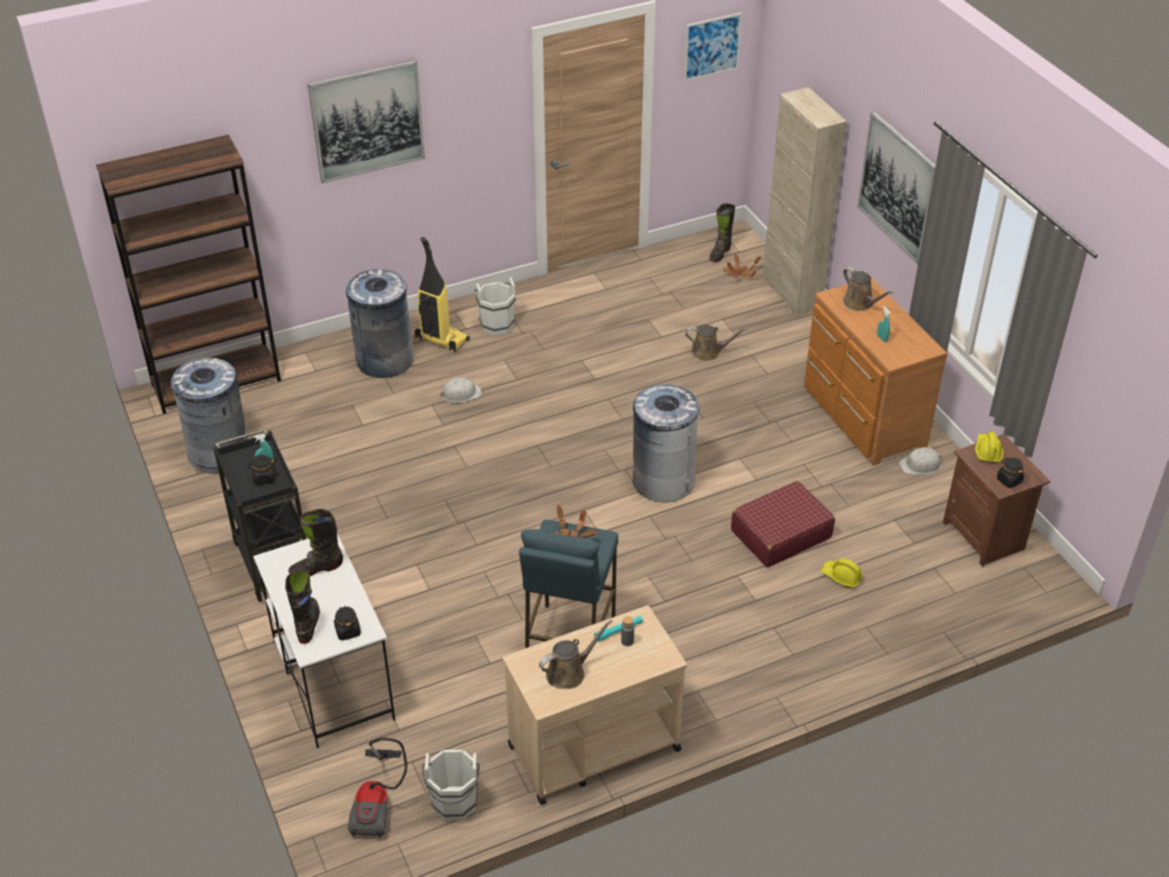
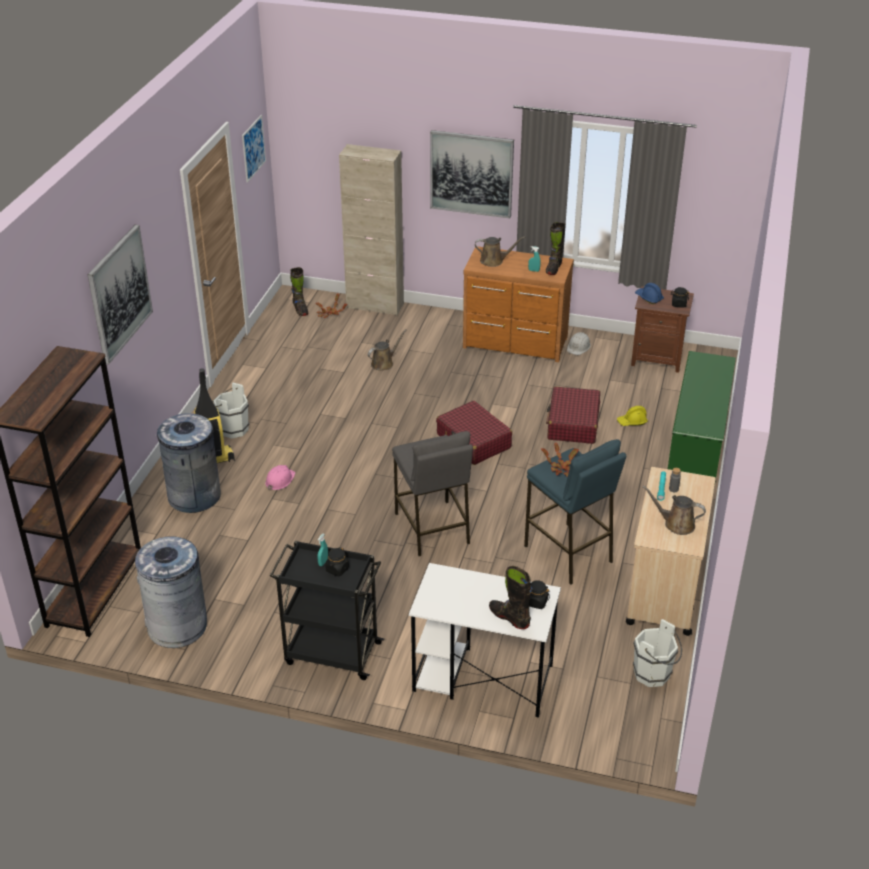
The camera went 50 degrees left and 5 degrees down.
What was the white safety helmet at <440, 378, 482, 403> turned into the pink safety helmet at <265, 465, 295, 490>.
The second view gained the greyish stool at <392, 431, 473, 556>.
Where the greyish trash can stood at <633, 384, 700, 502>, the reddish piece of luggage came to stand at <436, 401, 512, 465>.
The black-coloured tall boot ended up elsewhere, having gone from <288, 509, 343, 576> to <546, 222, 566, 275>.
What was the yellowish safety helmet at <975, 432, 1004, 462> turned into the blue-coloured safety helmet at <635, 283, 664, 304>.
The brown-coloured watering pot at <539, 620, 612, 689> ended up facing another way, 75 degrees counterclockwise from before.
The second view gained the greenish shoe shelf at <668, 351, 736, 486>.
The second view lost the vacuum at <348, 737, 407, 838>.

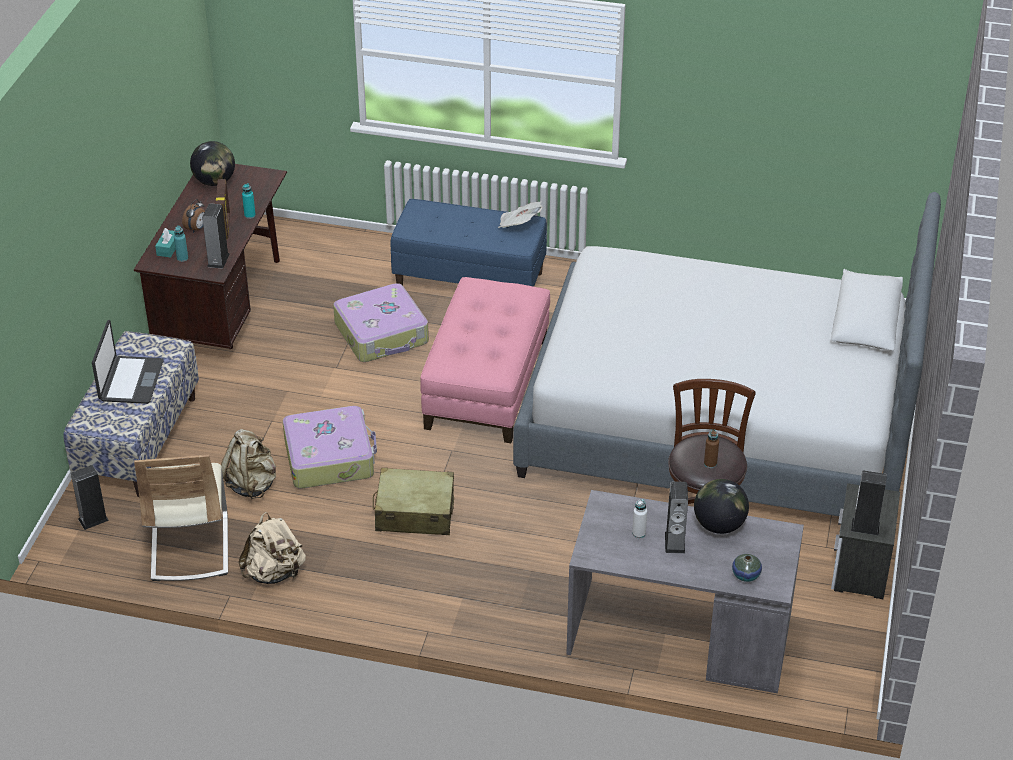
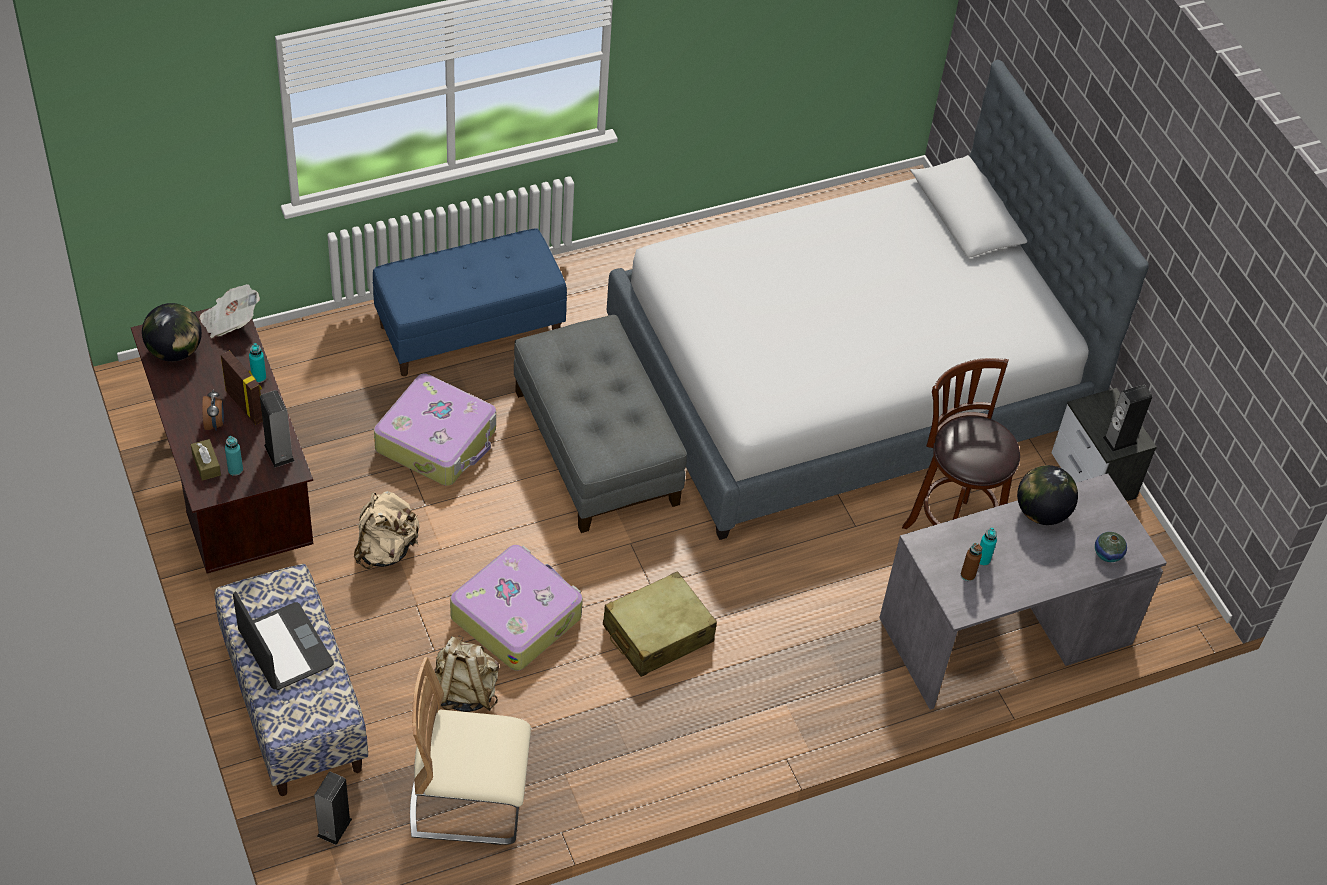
The camera went 40 degrees left and 10 degrees up.
What was the turquoise-coloured tissue box at <155, 228, 175, 258> turned into the brown-coloured tissue box at <191, 439, 221, 481>.
The printed paper ended up elsewhere, having gone from <498, 202, 542, 228> to <199, 284, 260, 338>.
The beige-coloured knapsack ended up elsewhere, having gone from <238, 512, 306, 584> to <354, 491, 419, 569>.
The beige-coloured chair at <134, 455, 228, 581> ended up facing another way, 135 degrees clockwise from before.
What was the pink ottoman at <420, 277, 550, 443> turned into the greyish ottoman at <514, 315, 687, 533>.
The brown-coloured bottle ended up elsewhere, having gone from <704, 429, 719, 468> to <961, 543, 982, 581>.
What was the white bottle at <632, 499, 647, 538> turned into the turquoise-coloured bottle at <979, 528, 997, 566>.
The second view lost the loudspeaker at <665, 481, 688, 553>.

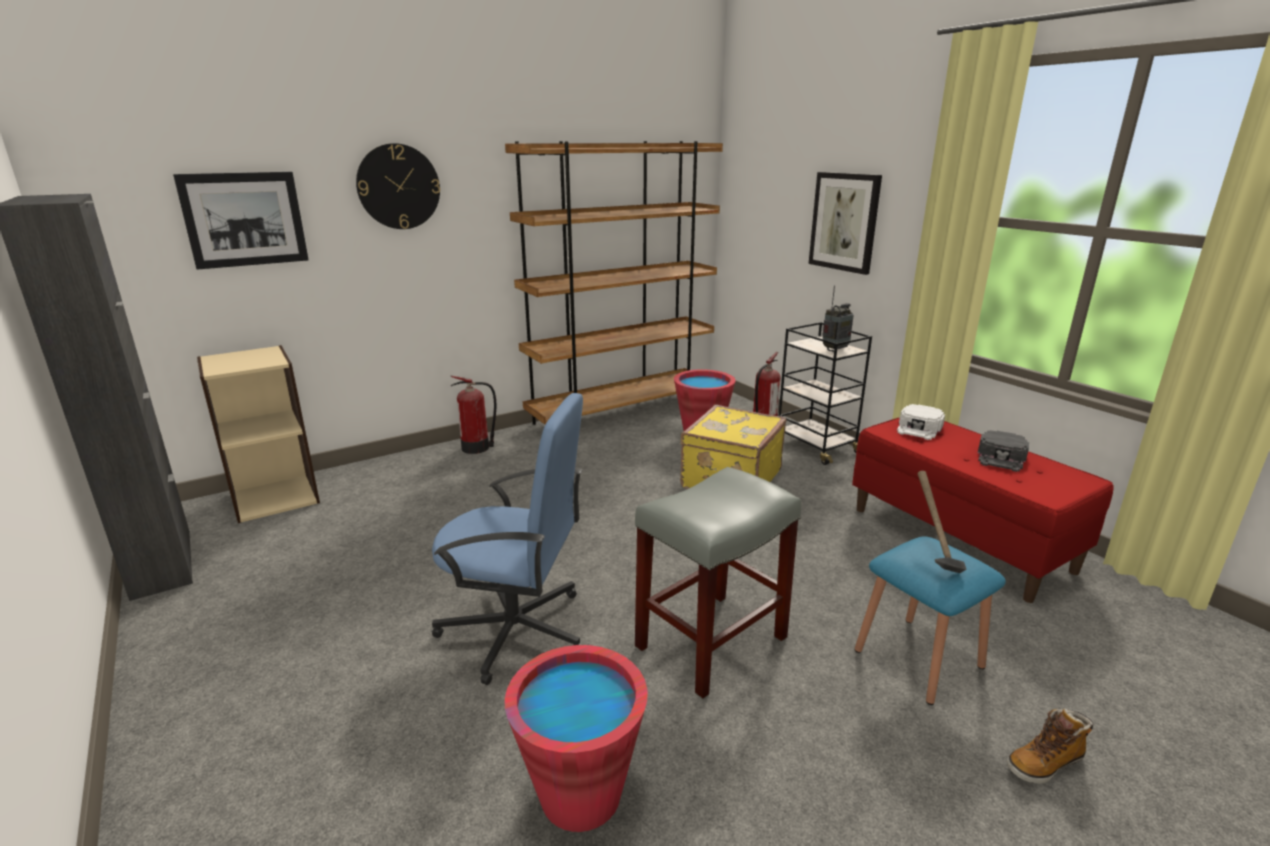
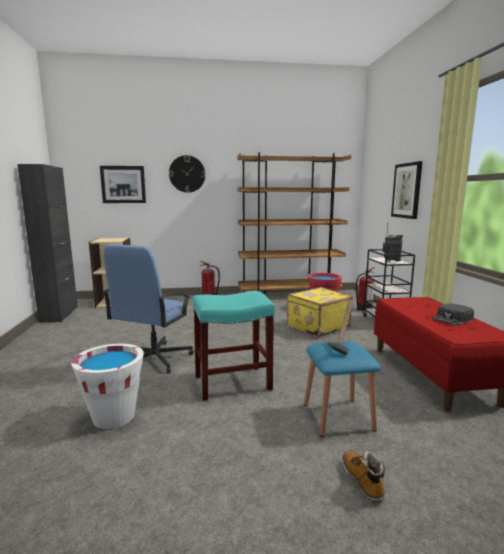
The camera went 25 degrees right and 10 degrees down.
What was the reddish bucket at <505, 645, 647, 832> turned into the white bucket at <71, 344, 144, 429>.
The blue-coloured office chair at <432, 393, 583, 685> ended up facing another way, 75 degrees clockwise from before.
What was the greyish stool at <635, 467, 801, 699> turned into the turquoise-coloured stool at <192, 291, 275, 401>.
The tall boot at <1007, 709, 1093, 783> ended up facing another way, 75 degrees clockwise from before.
The second view lost the white baseball cap at <897, 404, 945, 440>.

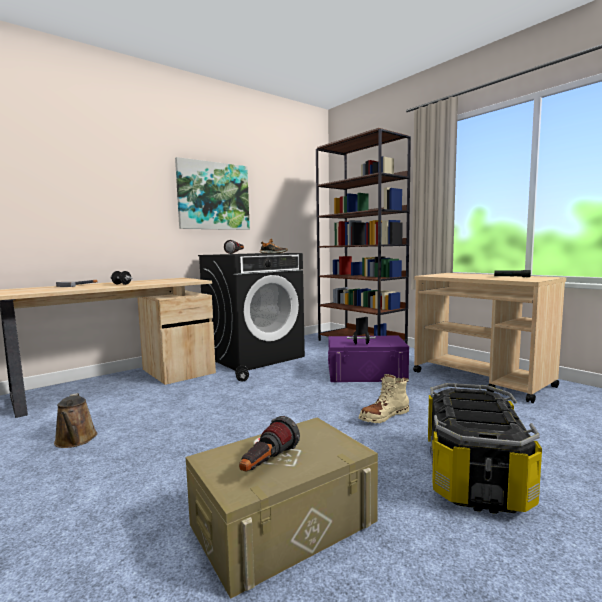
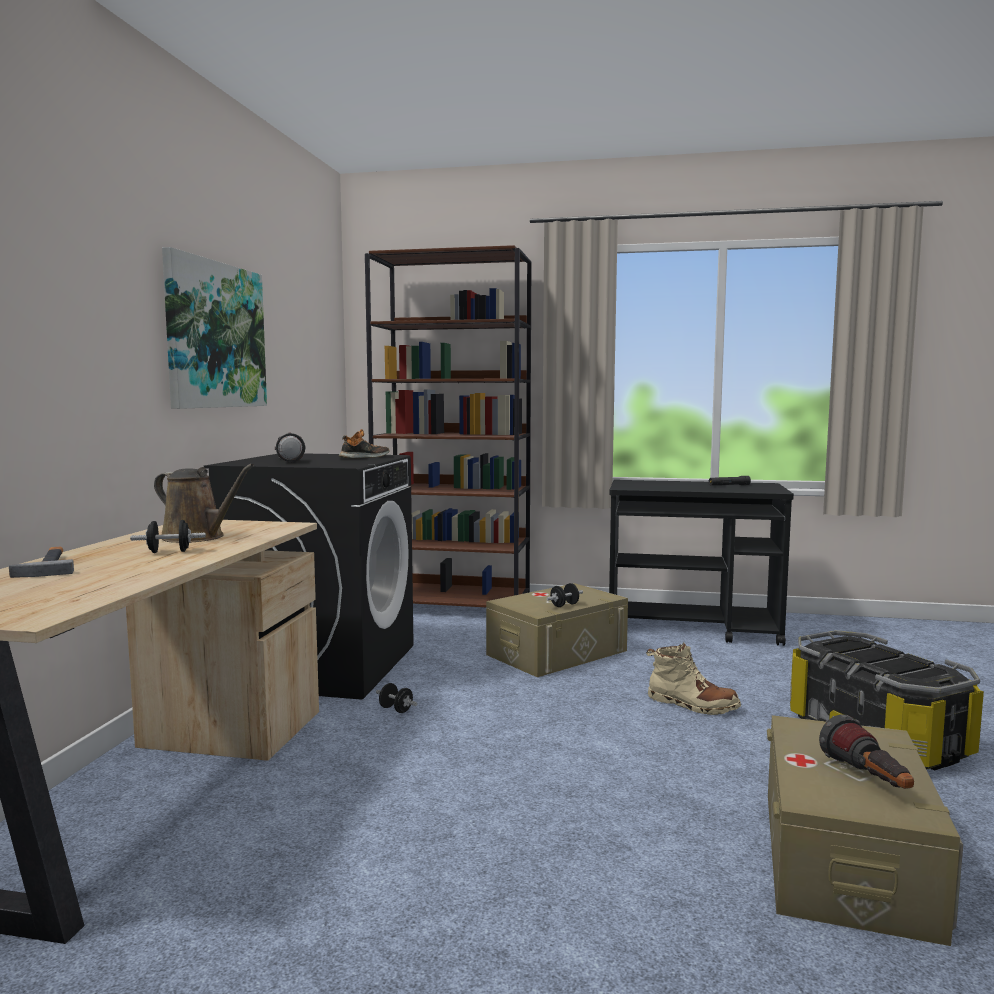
The camera went 40 degrees left and 0 degrees up.
The brown-coloured watering pot ended up elsewhere, having gone from <54, 393, 97, 448> to <154, 464, 254, 543>.
What was the purple storage bin at <328, 335, 409, 382> turned into the beige-coloured storage bin at <486, 583, 628, 677>.
What was the beige-coloured cart at <413, 273, 566, 403> turned into the black-coloured cart at <609, 480, 794, 646>.
The beige-coloured tall boot at <358, 374, 409, 424> ended up facing another way, 75 degrees counterclockwise from before.

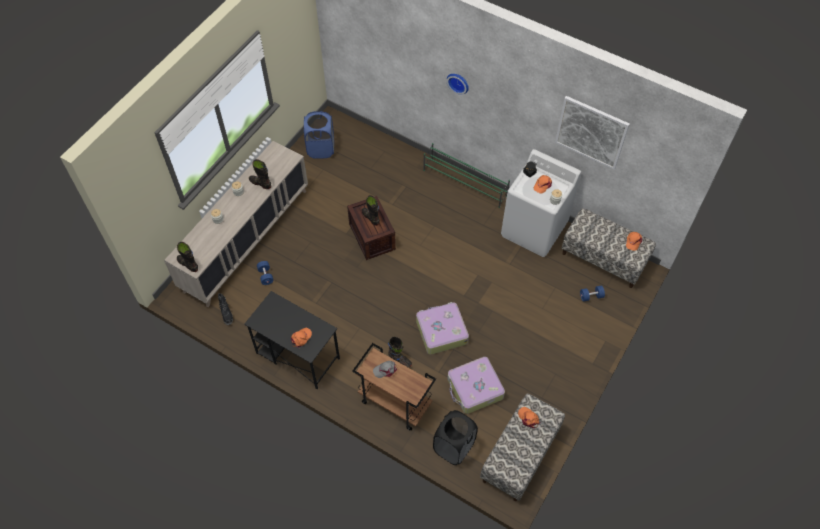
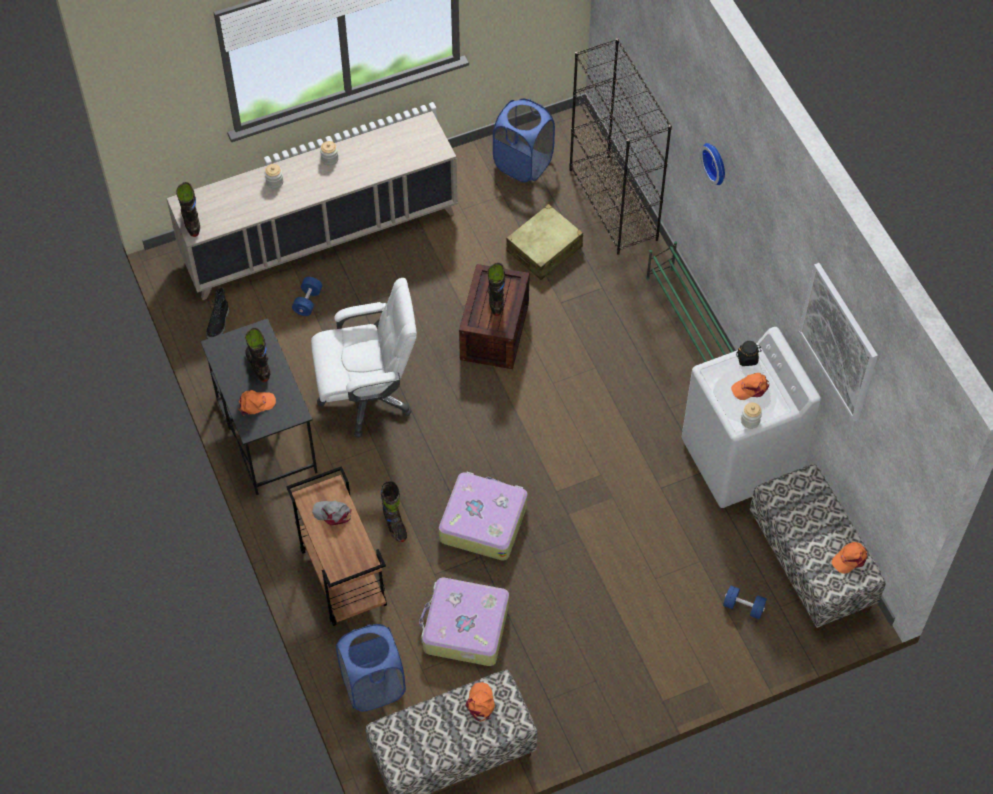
The camera went 35 degrees right and 0 degrees up.
The black-coloured tall boot ended up elsewhere, having gone from <249, 159, 271, 189> to <245, 327, 271, 382>.
The second view gained the white office chair at <311, 278, 417, 438>.
What was the black-coloured washing basket at <433, 410, 478, 465> turned into the blue-coloured washing basket at <336, 624, 406, 712>.
The second view gained the beige-coloured piece of luggage at <506, 204, 583, 280>.
The second view gained the black-coloured shelving unit at <569, 38, 672, 255>.

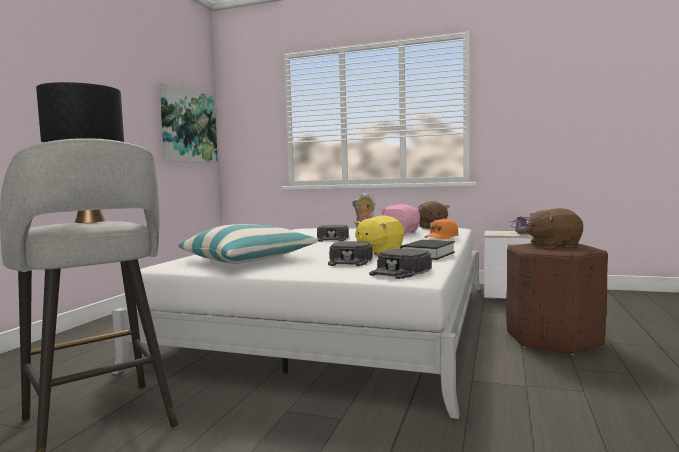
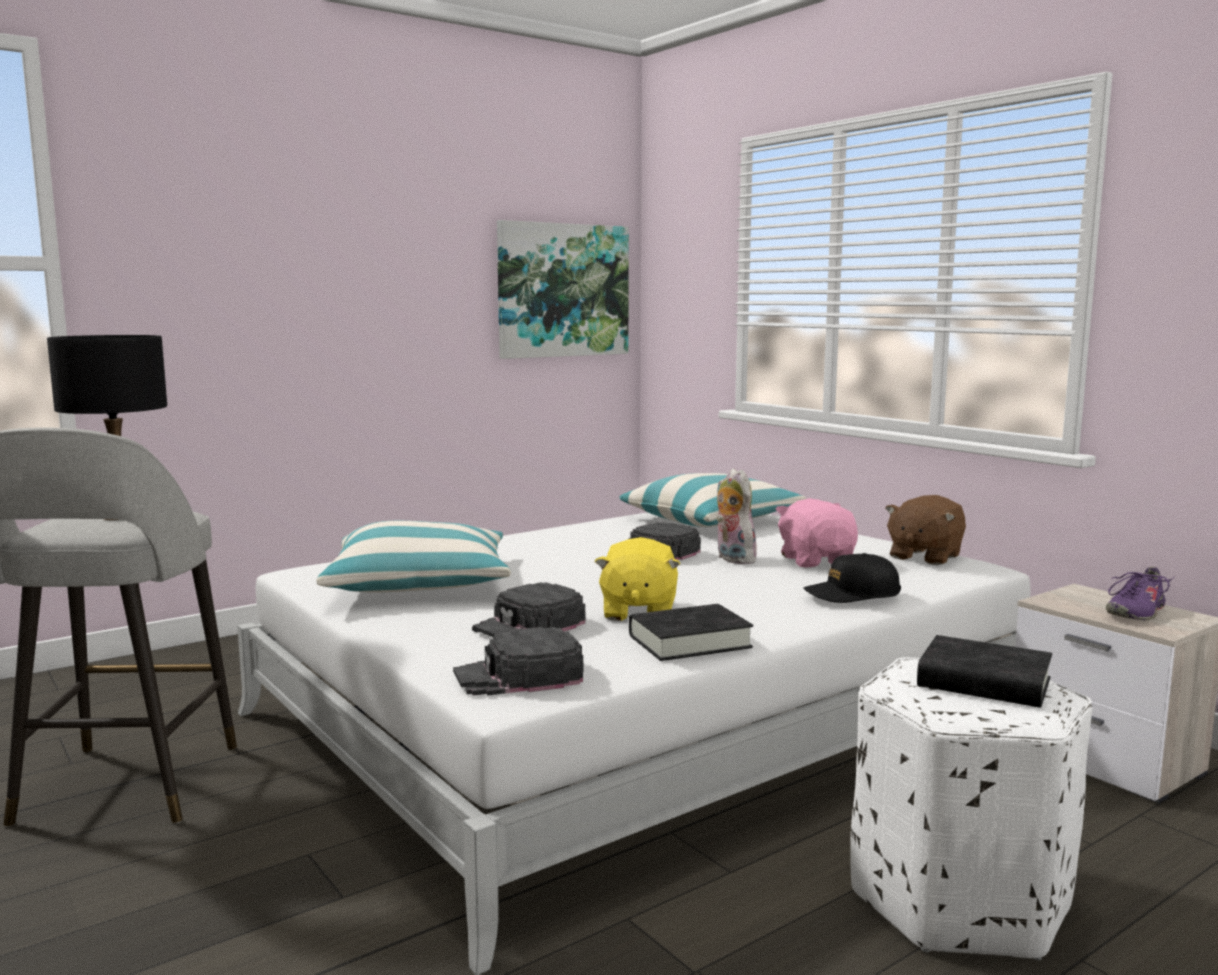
The camera went 35 degrees right and 5 degrees up.
The yellowish cuddly toy at <354, 215, 404, 255> ended up facing another way, 75 degrees counterclockwise from before.
The second view gained the throw pillow at <620, 473, 806, 527>.
What was the orange-coloured baseball cap at <424, 218, 459, 239> turned into the black-coloured baseball cap at <803, 553, 901, 603>.
What was the brown-coloured ottoman at <506, 243, 608, 355> turned into the white ottoman at <850, 657, 1092, 961>.
Where the brown-coloured cuddly toy stood at <526, 208, 583, 248>, the black-coloured volume came to stand at <917, 635, 1052, 708>.

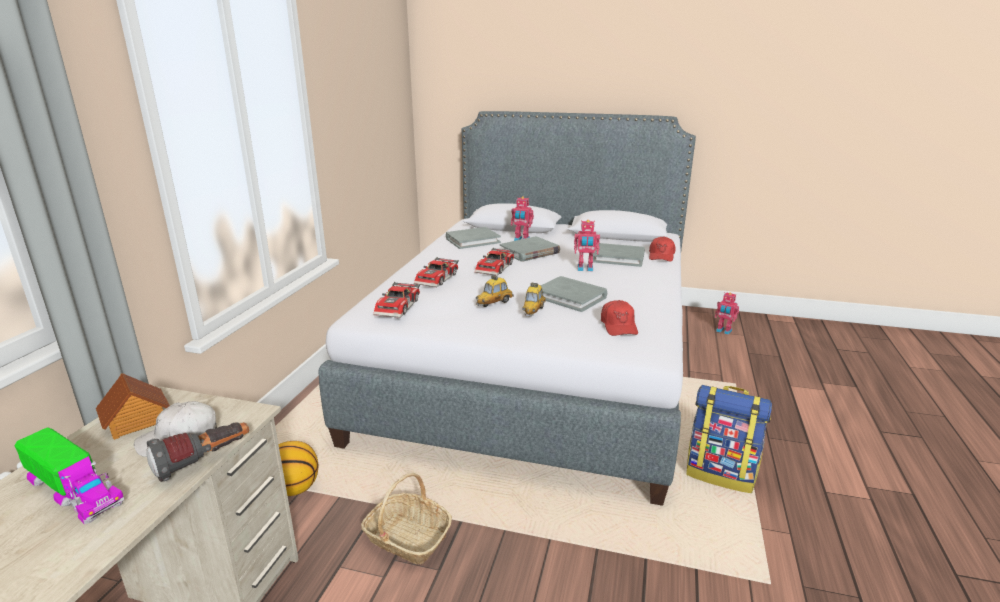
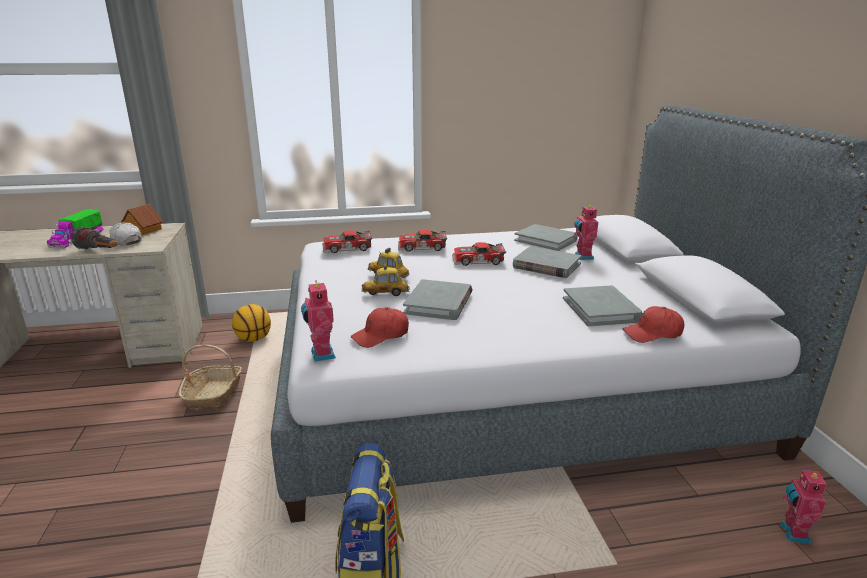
The camera went 65 degrees right and 0 degrees up.
The toy robot ended up elsewhere, having gone from <574, 220, 600, 271> to <301, 280, 336, 362>.

